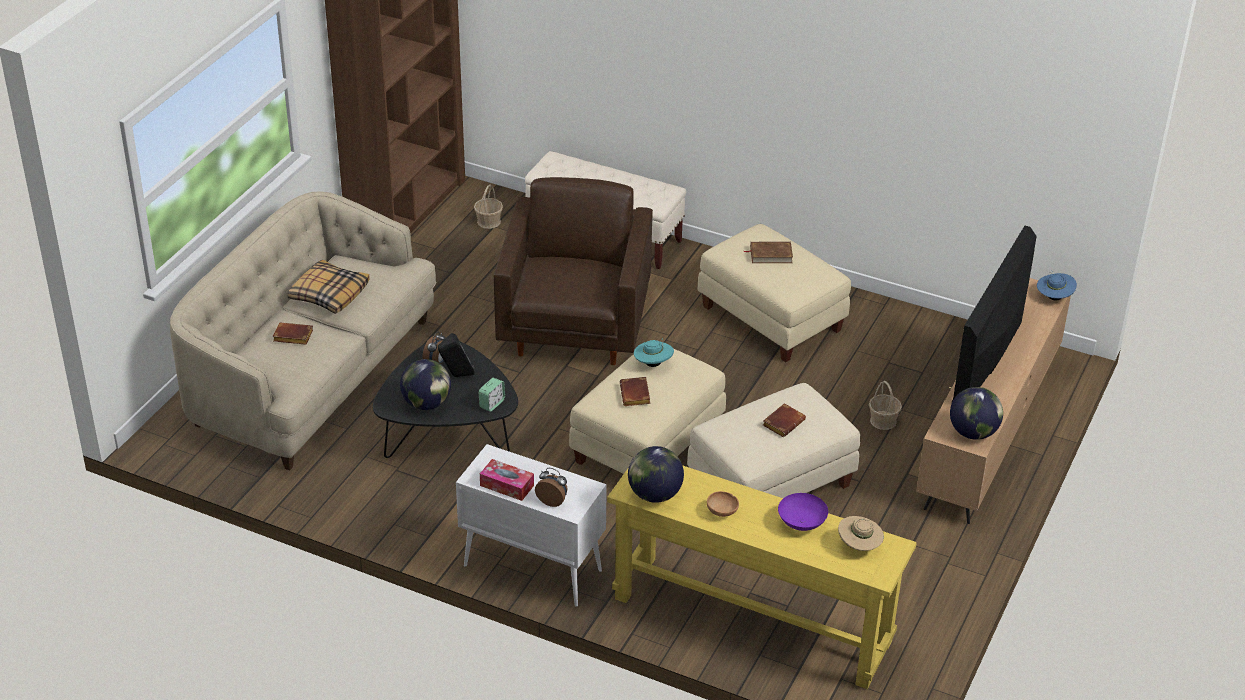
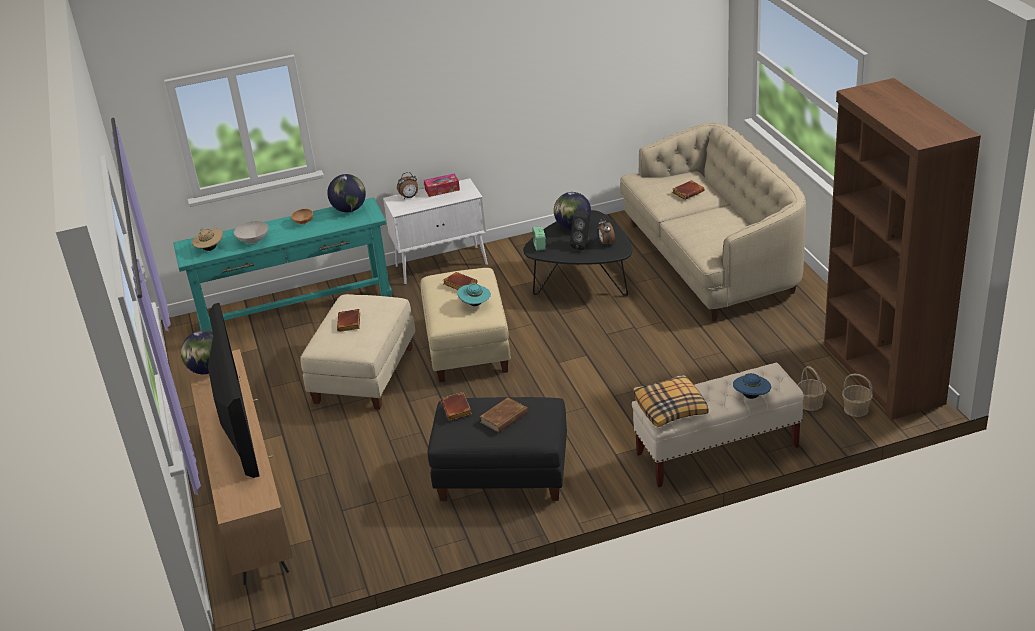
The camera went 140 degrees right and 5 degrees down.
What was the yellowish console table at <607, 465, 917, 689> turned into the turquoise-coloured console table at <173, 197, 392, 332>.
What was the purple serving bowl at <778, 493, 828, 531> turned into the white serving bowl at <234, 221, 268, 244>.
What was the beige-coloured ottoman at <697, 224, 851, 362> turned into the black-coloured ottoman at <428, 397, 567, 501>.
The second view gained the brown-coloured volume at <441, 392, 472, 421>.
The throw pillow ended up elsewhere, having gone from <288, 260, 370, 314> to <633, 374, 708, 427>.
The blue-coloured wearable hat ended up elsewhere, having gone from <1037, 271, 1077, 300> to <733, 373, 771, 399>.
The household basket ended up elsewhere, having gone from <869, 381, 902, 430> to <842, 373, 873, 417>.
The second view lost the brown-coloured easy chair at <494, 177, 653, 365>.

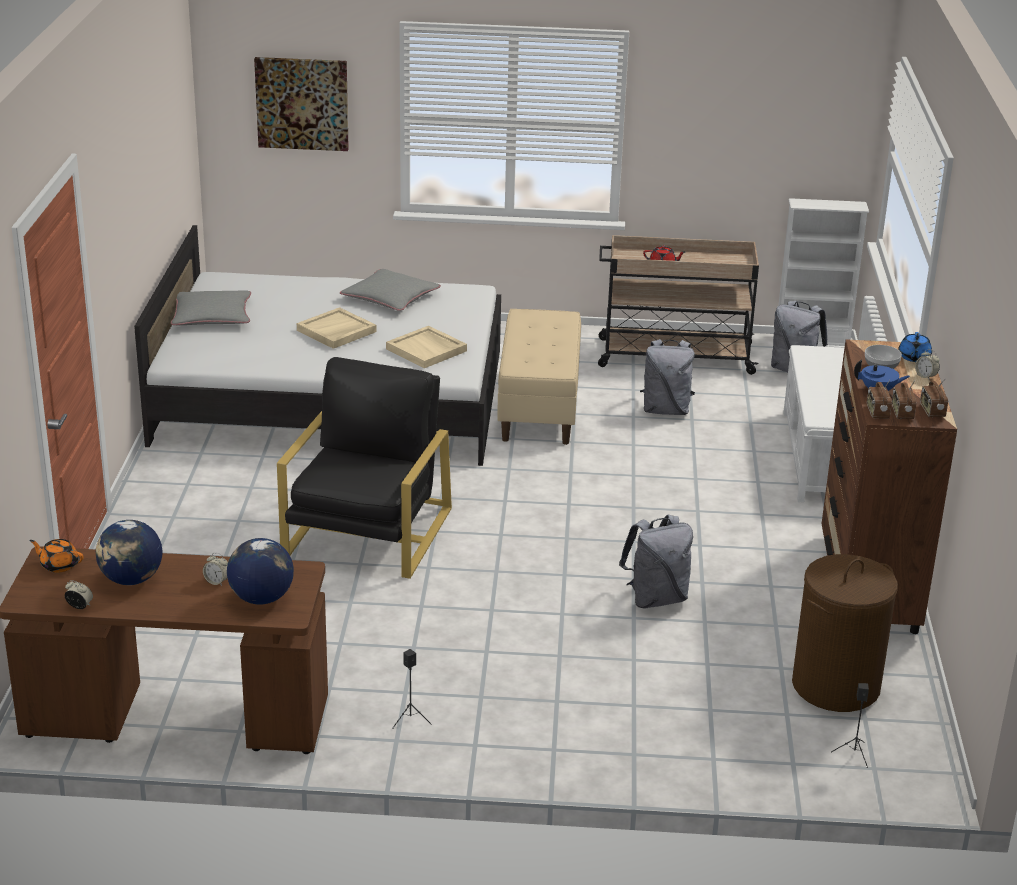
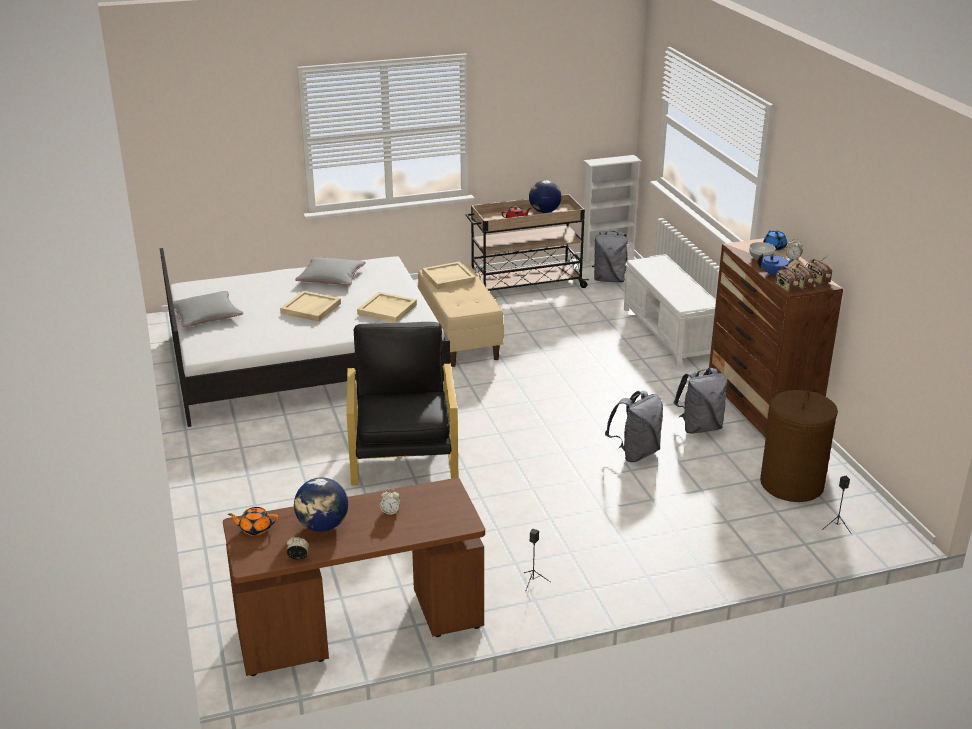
The camera went 20 degrees left and 0 degrees up.
The second view gained the beige-coloured tray at <422, 262, 476, 289>.
The globe ended up elsewhere, having gone from <227, 538, 294, 605> to <529, 180, 562, 213>.
The greyish knapsack ended up elsewhere, having gone from <640, 339, 695, 415> to <674, 367, 728, 434>.
The second view lost the wall art at <254, 57, 349, 151>.

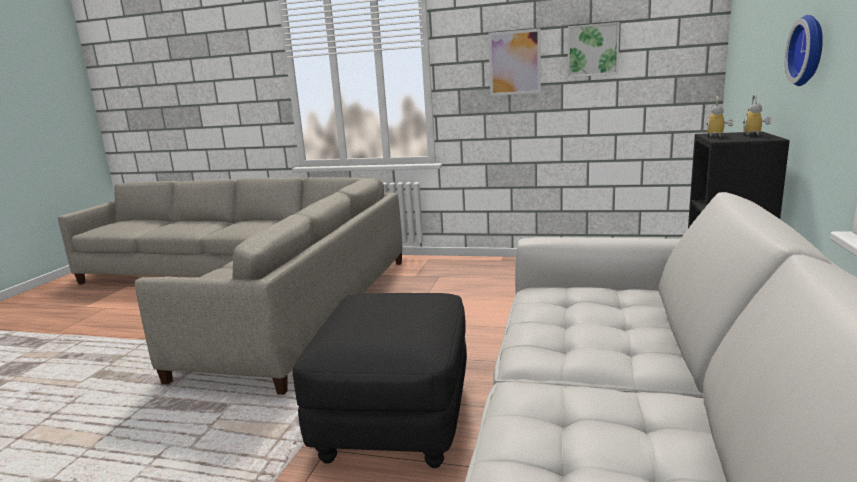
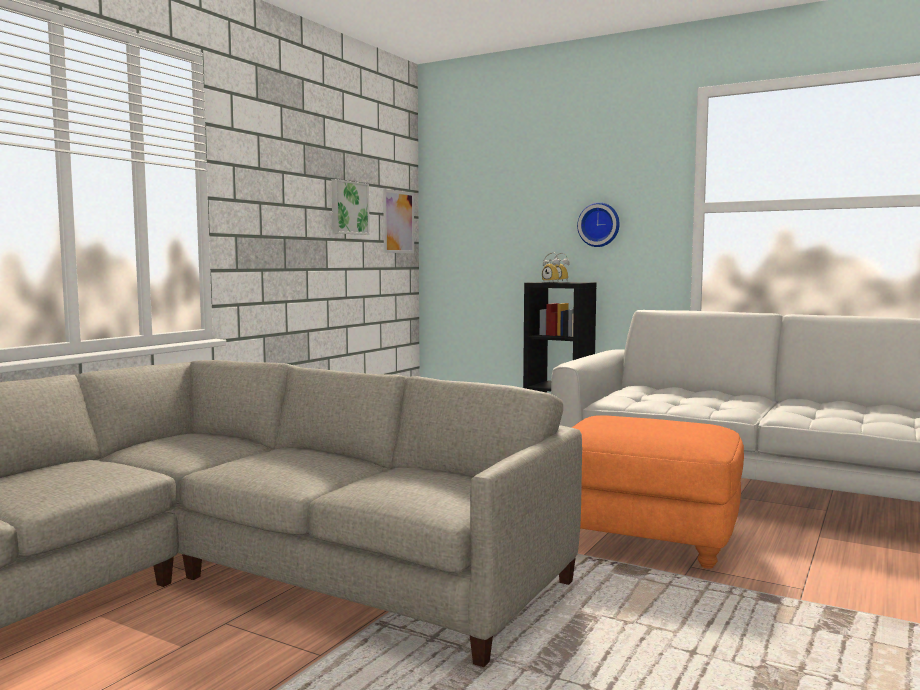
The camera went 75 degrees left and 10 degrees down.
The wall art ended up elsewhere, having gone from <488, 28, 541, 96> to <383, 189, 414, 253>.
What was the black-coloured ottoman at <293, 293, 467, 468> turned into the orange-coloured ottoman at <572, 415, 744, 569>.

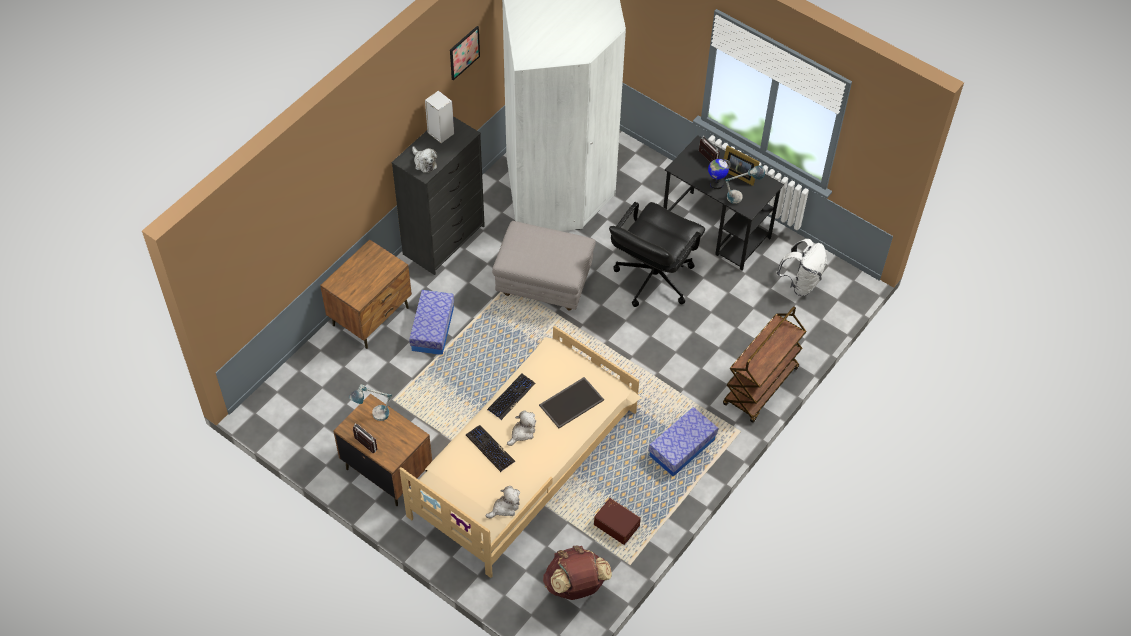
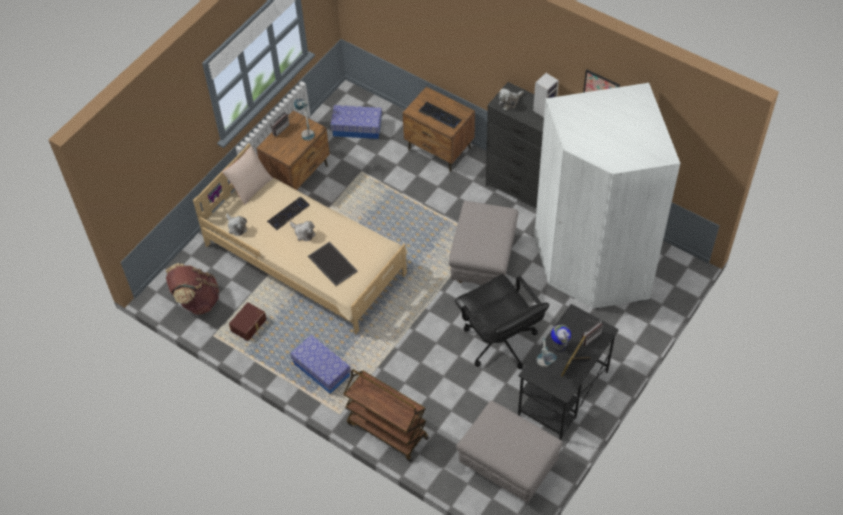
The camera went 90 degrees right and 0 degrees up.
The second view gained the beige-coloured throw pillow at <222, 146, 273, 204>.
The storage bin ended up elsewhere, having gone from <409, 290, 454, 355> to <330, 105, 382, 139>.
The keyboard ended up elsewhere, having gone from <487, 374, 535, 420> to <419, 102, 462, 129>.
The black-coloured office chair at <609, 202, 705, 307> ended up facing another way, 150 degrees counterclockwise from before.
Where the white knapsack stood at <776, 239, 827, 296>, the greyish ottoman came to stand at <456, 401, 563, 503>.

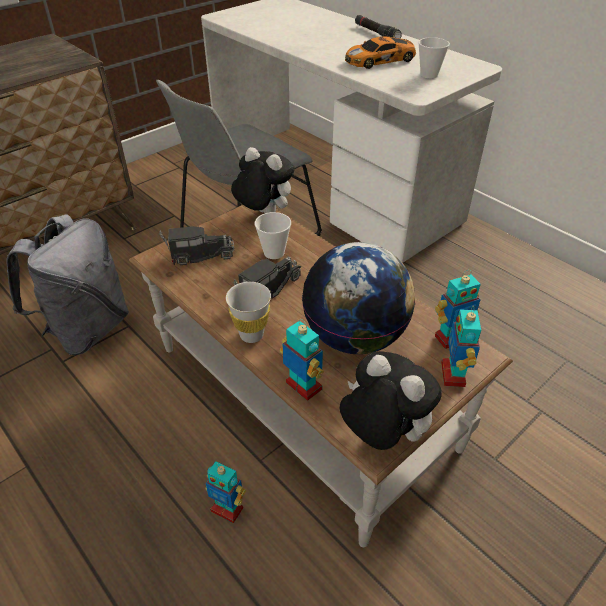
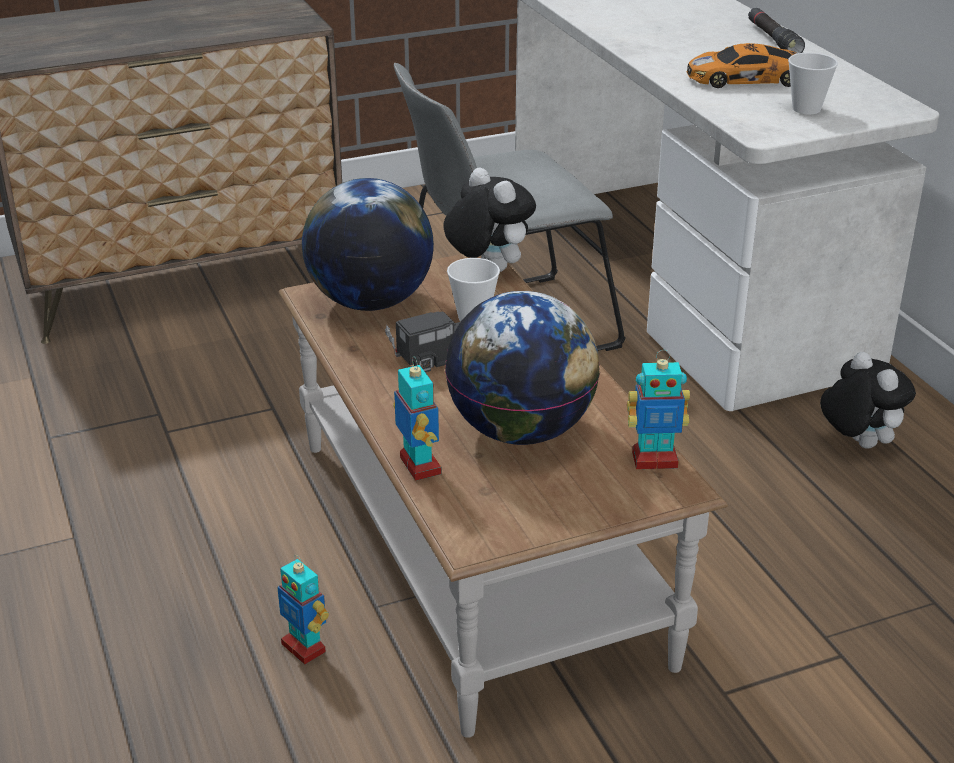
The camera went 20 degrees right and 10 degrees down.
Where the toy truck stood at <159, 226, 234, 265>, the globe came to stand at <302, 178, 434, 311>.
The cuddly toy ended up elsewhere, having gone from <340, 351, 442, 450> to <820, 352, 916, 449>.
The second view lost the greyish knapsack at <6, 214, 129, 355>.
The second view lost the white drinking cup at <226, 282, 271, 343>.
The second view lost the toy robot at <441, 306, 481, 387>.

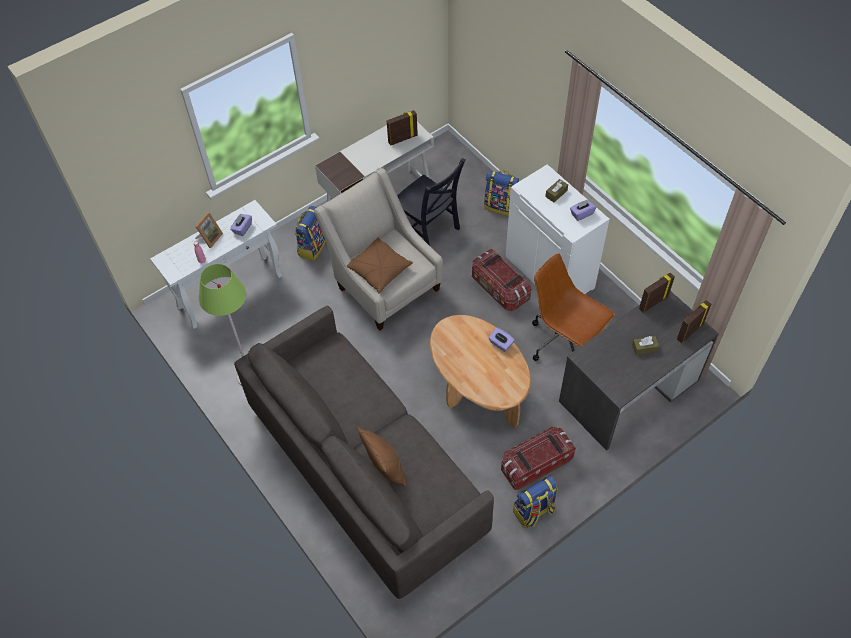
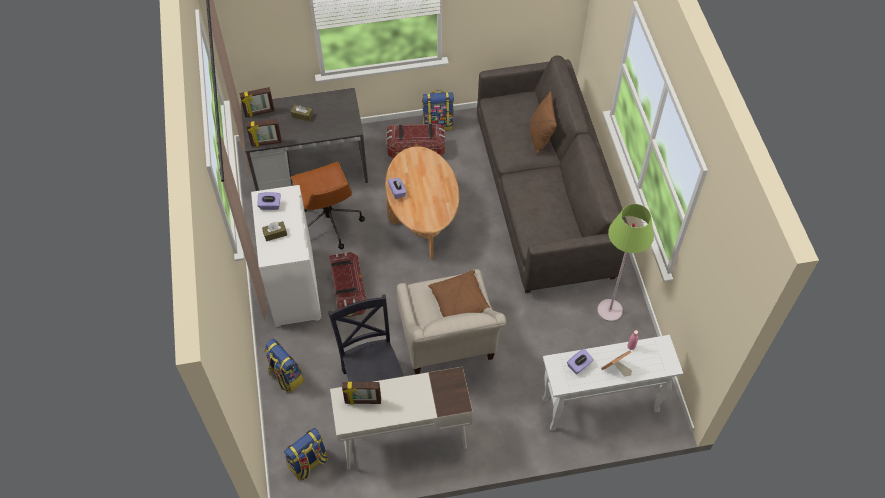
The camera went 155 degrees left and 0 degrees up.
The knapsack ended up elsewhere, having gone from <295, 206, 326, 261> to <284, 428, 328, 480>.

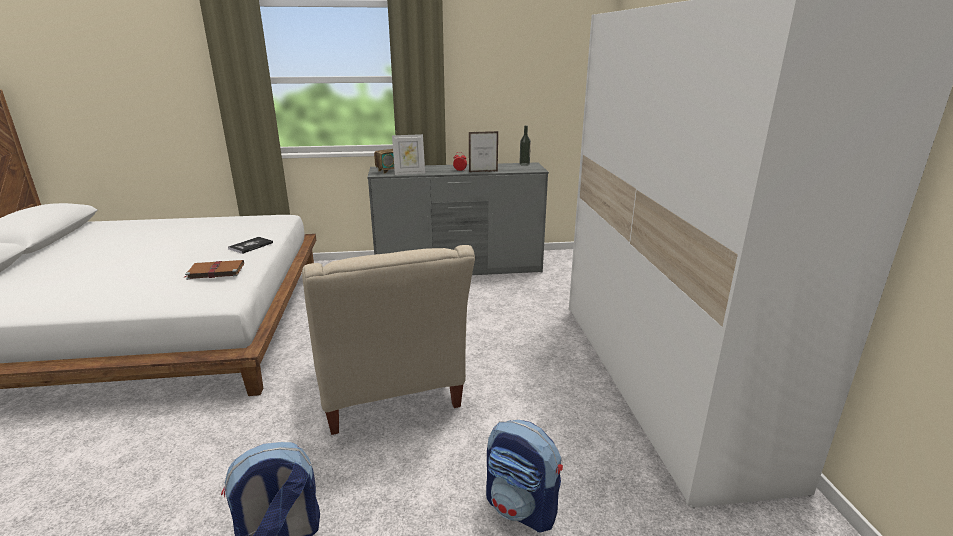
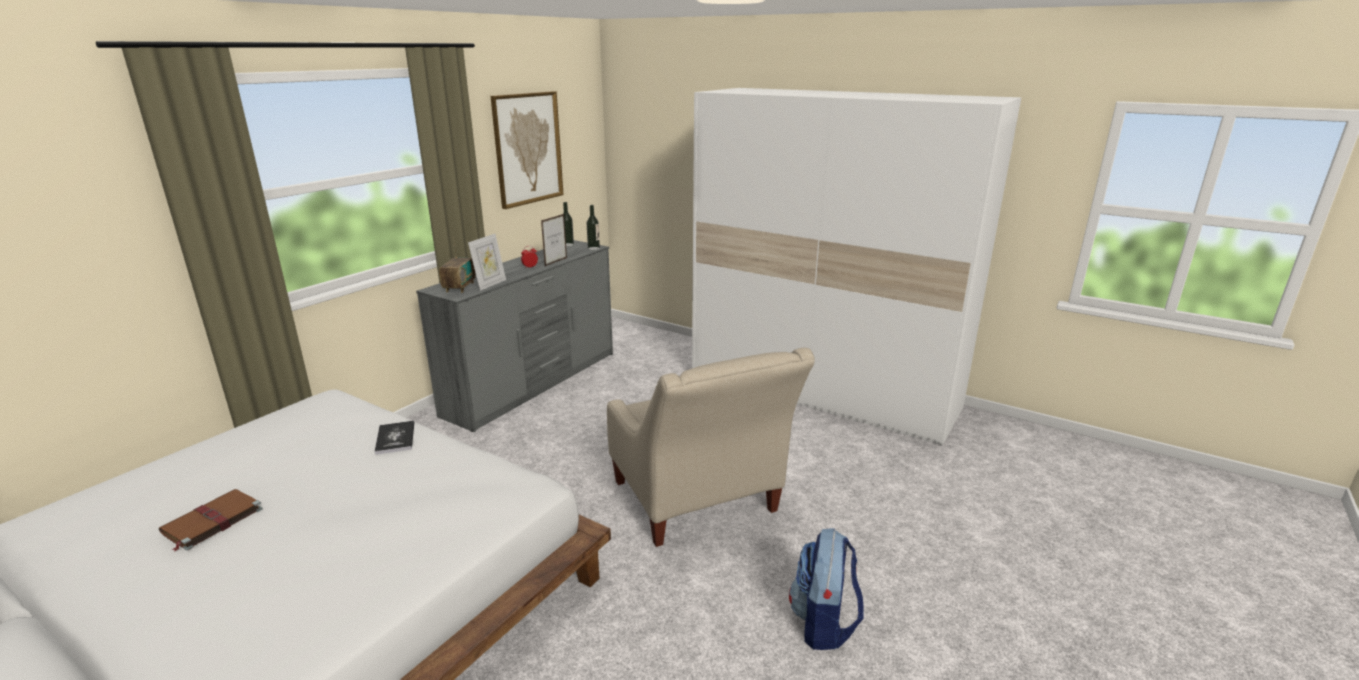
The camera went 50 degrees left and 0 degrees up.
The brown-coloured volume ended up elsewhere, having gone from <185, 260, 244, 280> to <159, 489, 263, 552>.
The second view gained the wall art at <491, 91, 564, 209>.
The second view gained the bottle at <587, 205, 600, 250>.
The beige-coloured easy chair at <302, 245, 475, 435> ended up facing another way, 45 degrees clockwise from before.
The second view lost the knapsack at <486, 420, 563, 532>.

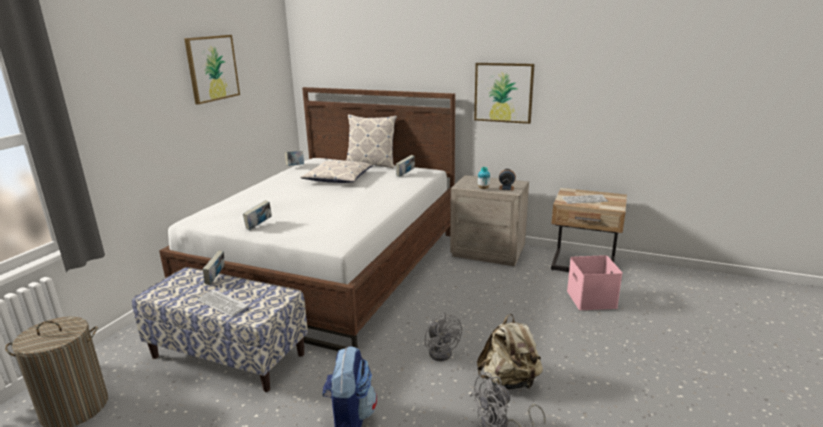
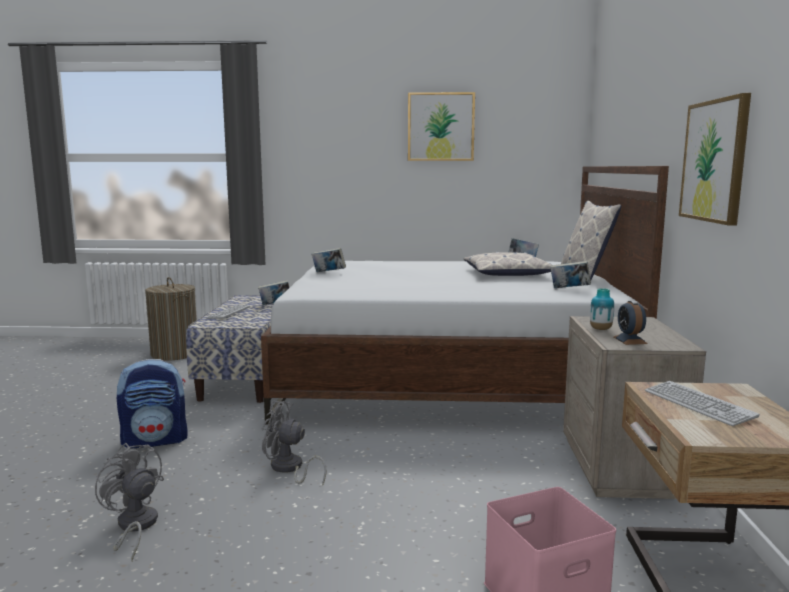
The camera went 70 degrees right and 10 degrees down.
The greyish cooling fan at <424, 312, 462, 361> ended up facing another way, 60 degrees clockwise from before.
The second view lost the beige-coloured knapsack at <477, 314, 543, 390>.

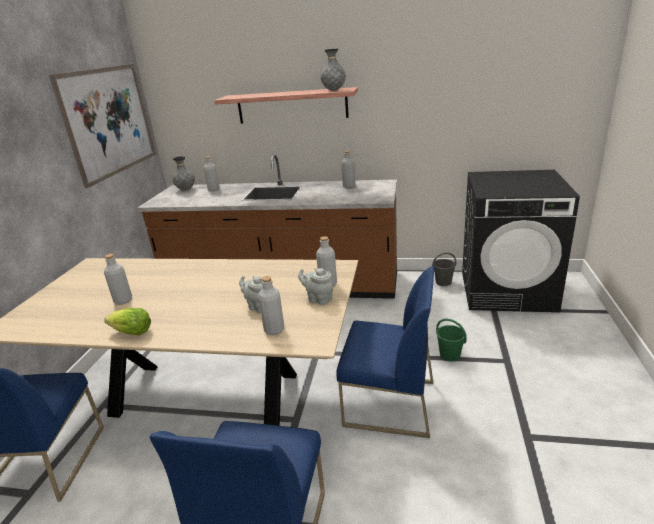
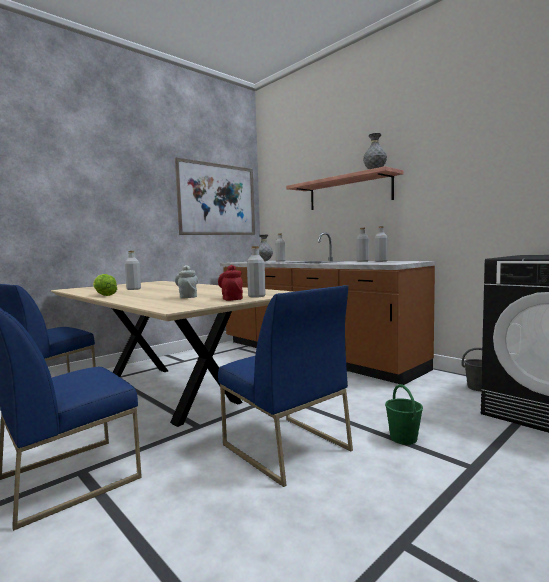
The camera went 35 degrees right and 20 degrees down.
What was the greyish pot for tea at <298, 268, 333, 305> turned into the reddish pot for tea at <218, 265, 243, 301>.
The greyish bottle ended up elsewhere, having gone from <258, 276, 285, 335> to <356, 228, 369, 262>.

